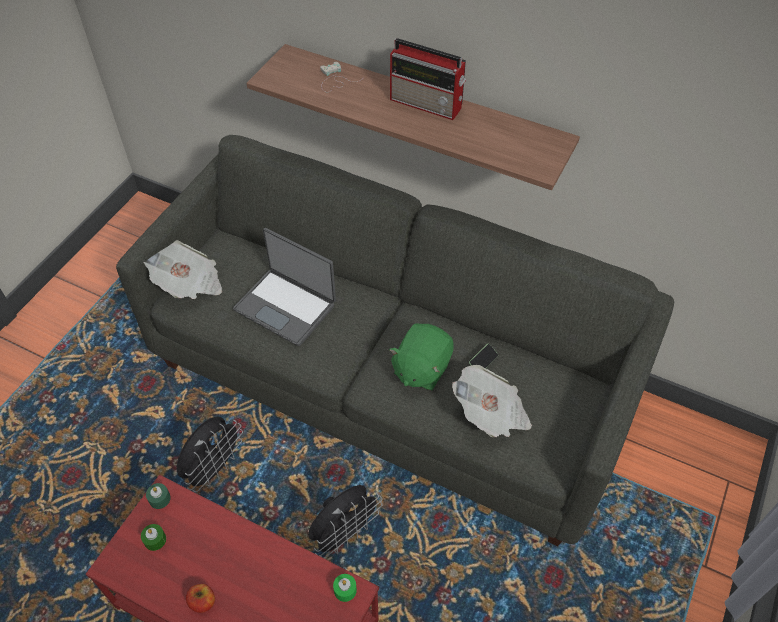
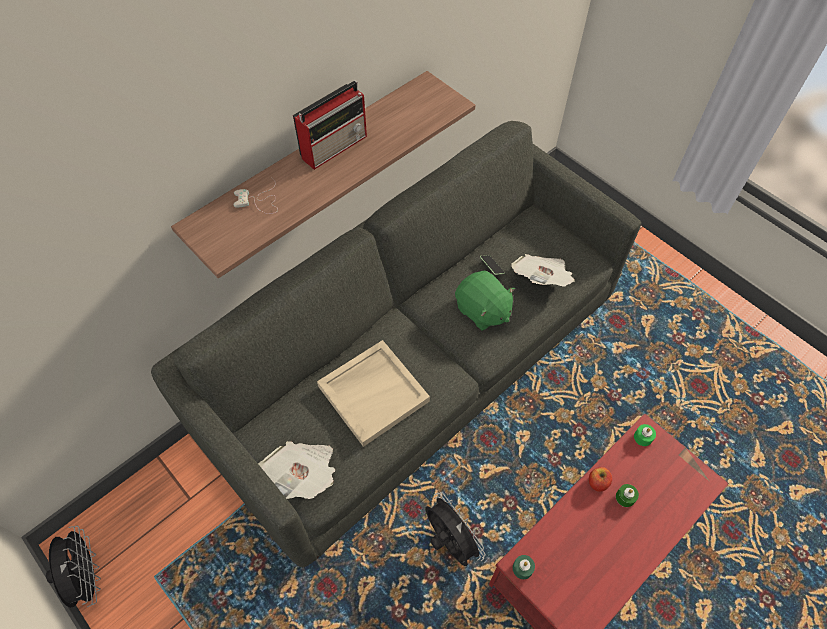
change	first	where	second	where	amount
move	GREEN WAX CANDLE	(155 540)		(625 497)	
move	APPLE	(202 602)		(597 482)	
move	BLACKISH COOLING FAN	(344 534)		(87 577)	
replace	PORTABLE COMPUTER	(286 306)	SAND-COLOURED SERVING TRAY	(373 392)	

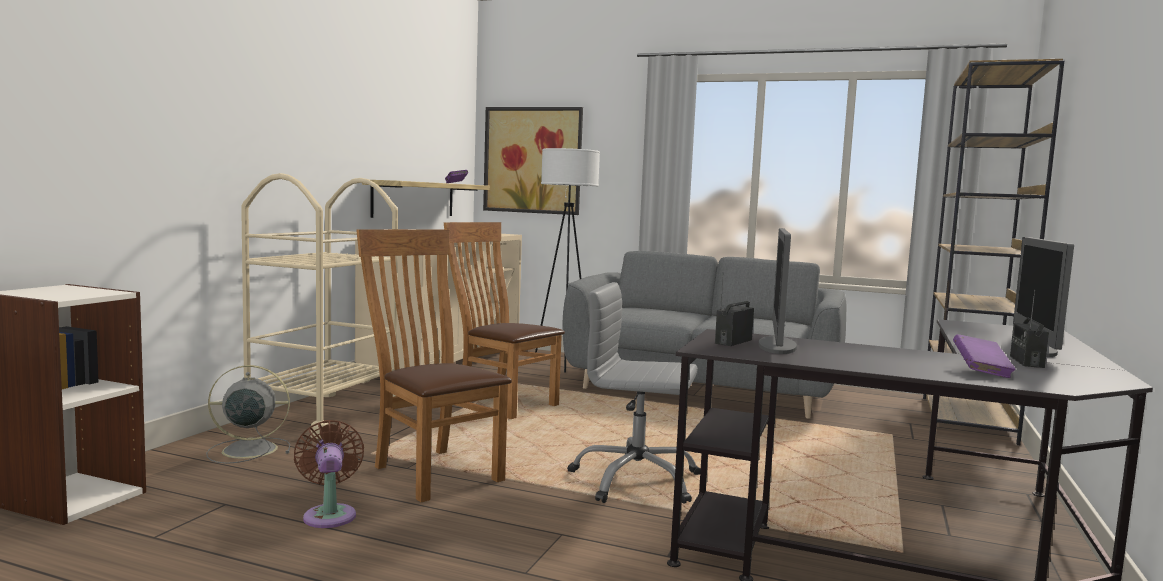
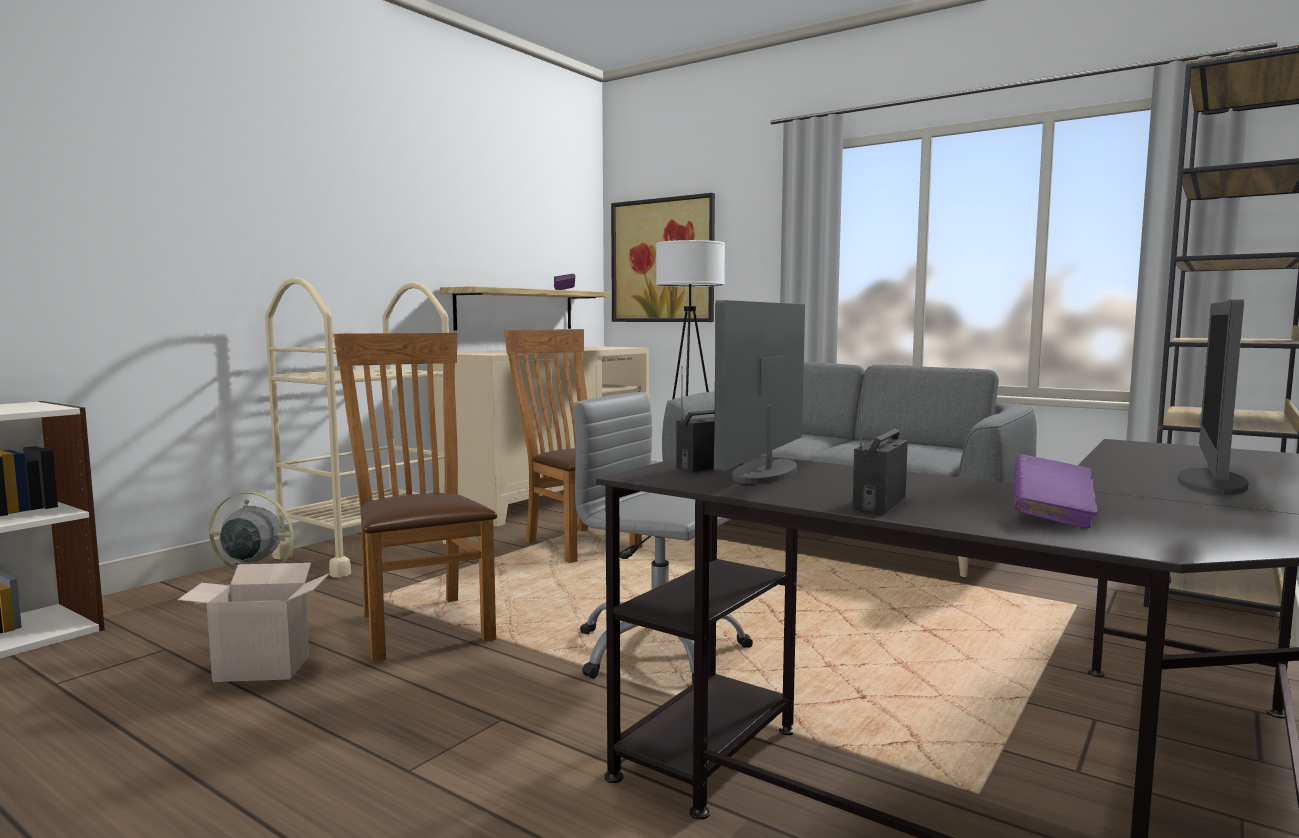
change	first	where	second	where	amount
move	RADIO RECEIVER	(1026 362)		(879 503)	
replace	BROWN COOLING FAN	(330 514)	PACKING BOX	(258 670)	

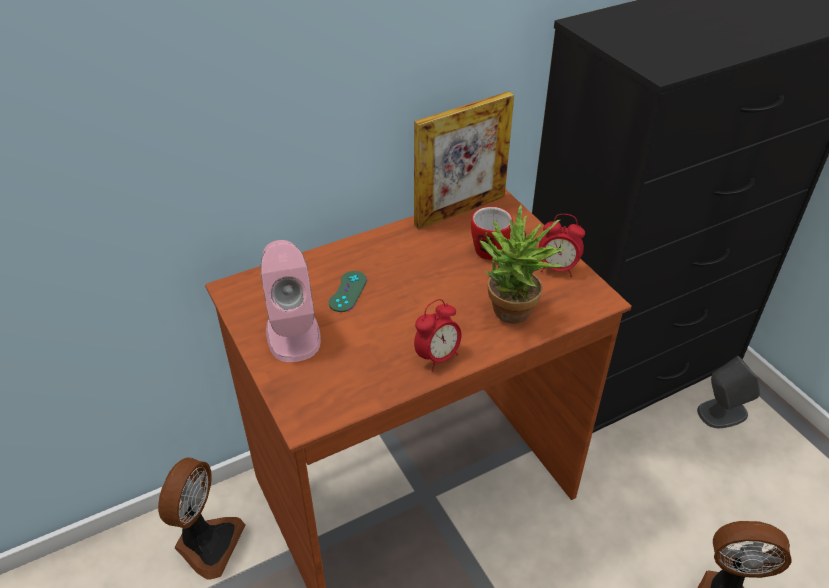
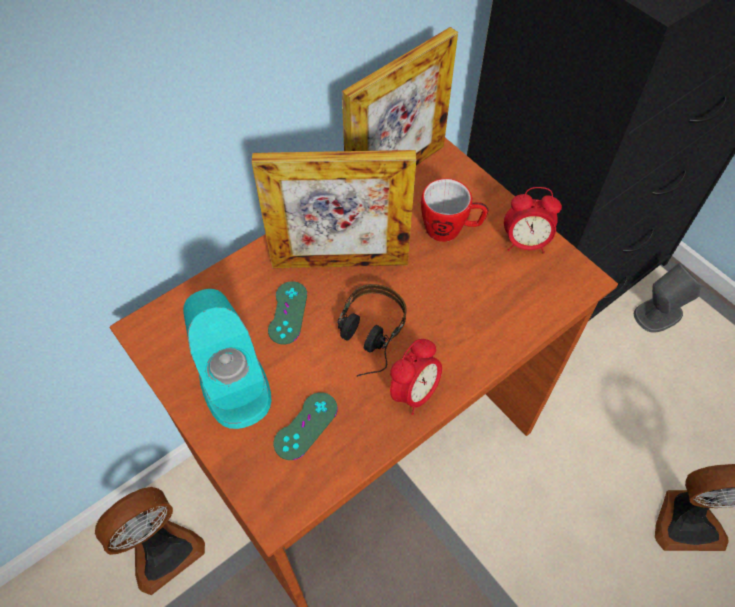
change	first	where	second	where	amount
delete	PLANT IN A POT	(512 316)			
insert			PHOTO FRAME	(340 262)	
insert			GREEN GAMEPAD	(306 426)	
insert			HEADPHONES	(367 340)	
recolor	PINK-COLOURED LOUDSPEAKER	(293 333)	TURQUOISE-COLOURED LOUDSPEAKER	(234 384)	
rotate	COOLING FAN	(207 543)		(162 549)	45 degrees clockwise

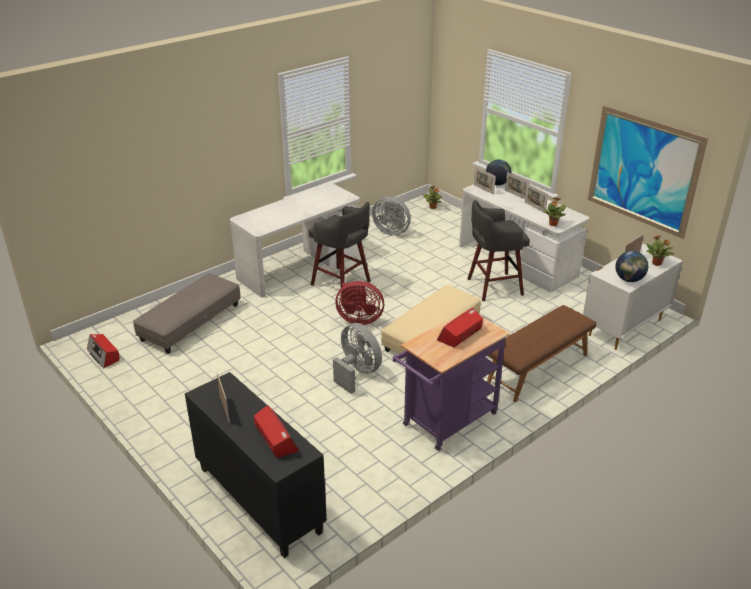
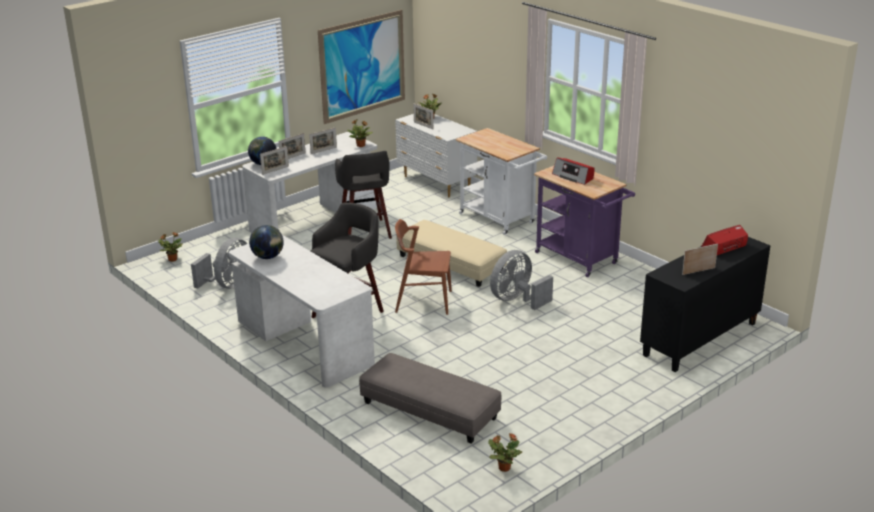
change	first	where	second	where	amount
move	DESK GLOBE	(628 280)		(268 257)	
replace	RADIO RECEIVER	(104 355)	PLANT IN A POT	(504 468)	
replace	REDDISH COOLING FAN	(359 319)	BROWN PLAIN CHAIR	(423 301)	
replace	BROWN LONG SEAT	(538 369)	WHITE-COLOURED WHEELED CART	(500 220)	

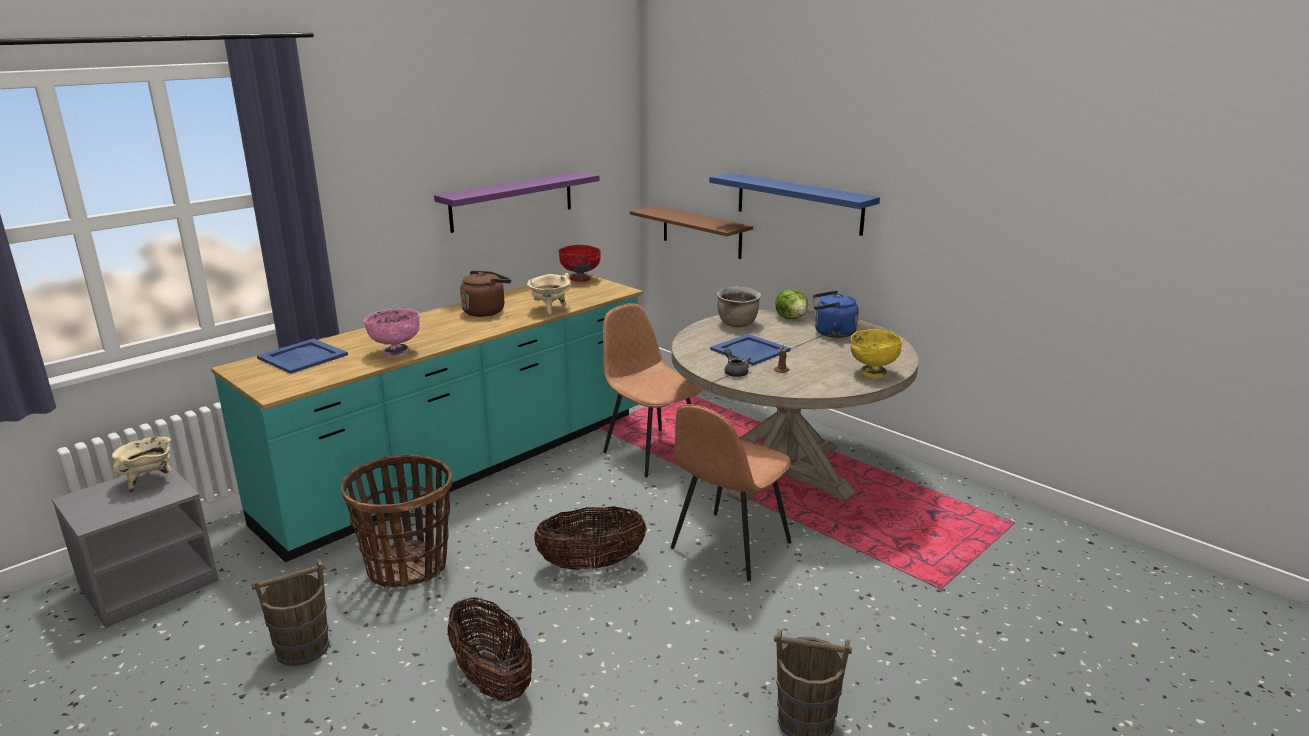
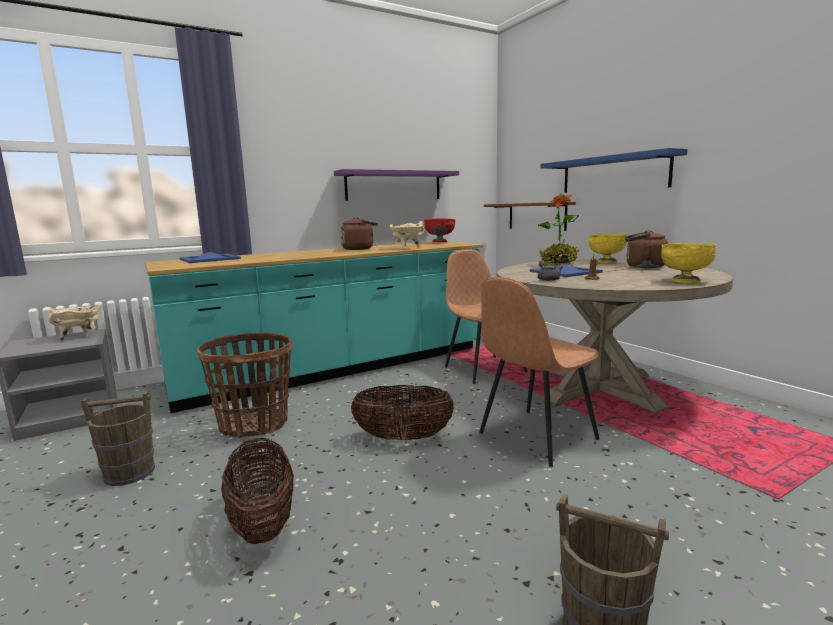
change	first	where	second	where	amount
delete	PINK-COLOURED DEEP DISH	(396 352)			
replace	BROWN COOKING POT	(738 324)	PLANT IN A POT	(558 264)	
replace	LETTUCE	(791 318)	YELLOW-COLOURED DEEP DISH	(606 262)	
recolor	BLUE-COLOURED KETTLE	(831 333)	BROWN KETTLE	(642 267)	

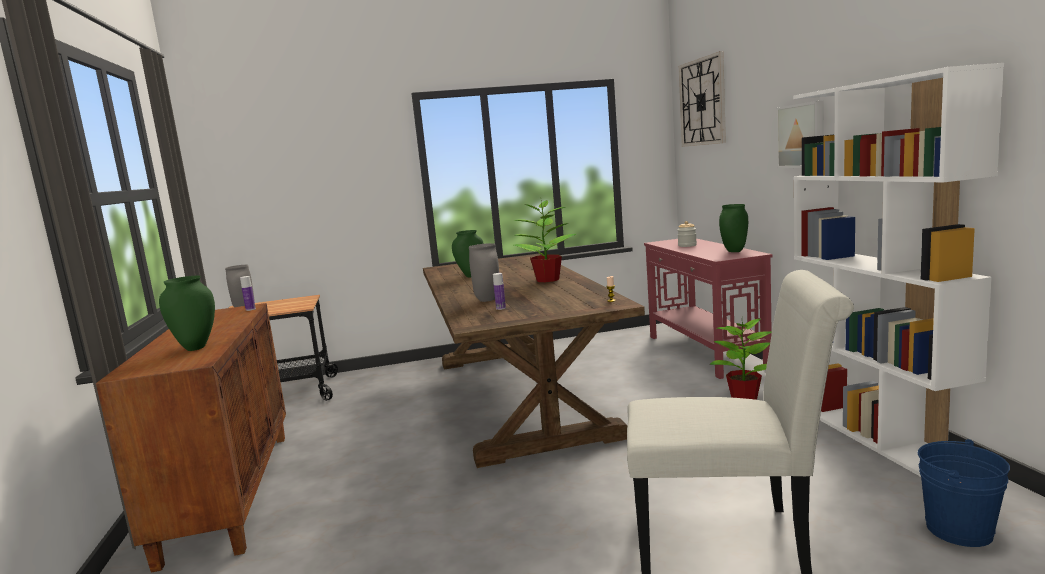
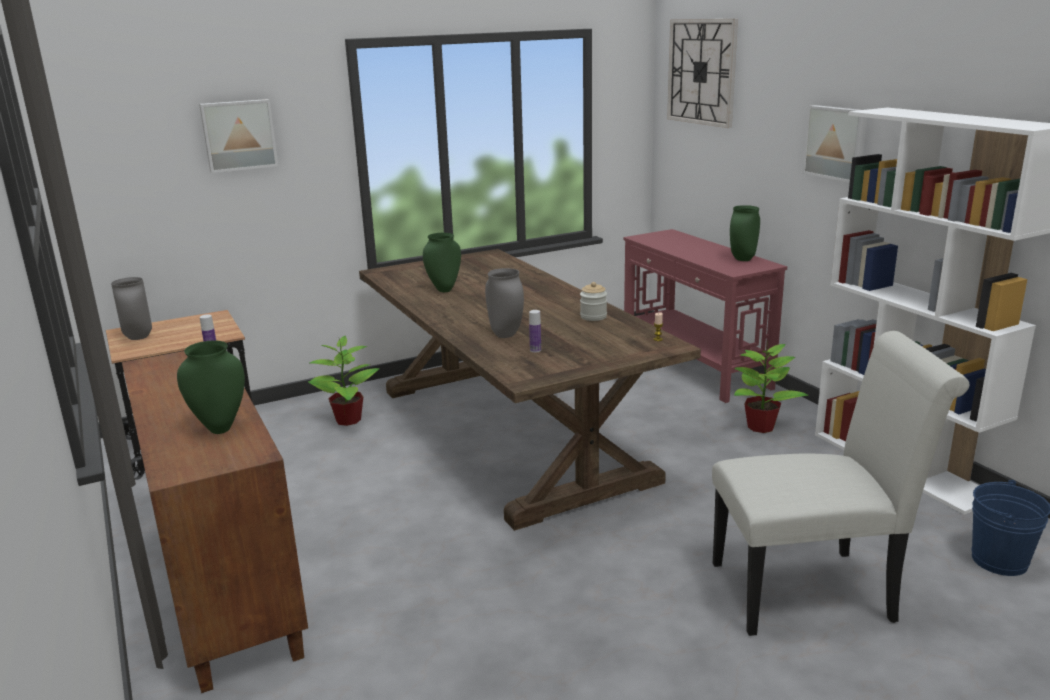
change	first	where	second	where	amount
insert			WALL PICTURE	(239 135)	
move	PLANT IN A POT	(547 280)		(347 420)	
move	JAR	(687 245)		(593 317)	

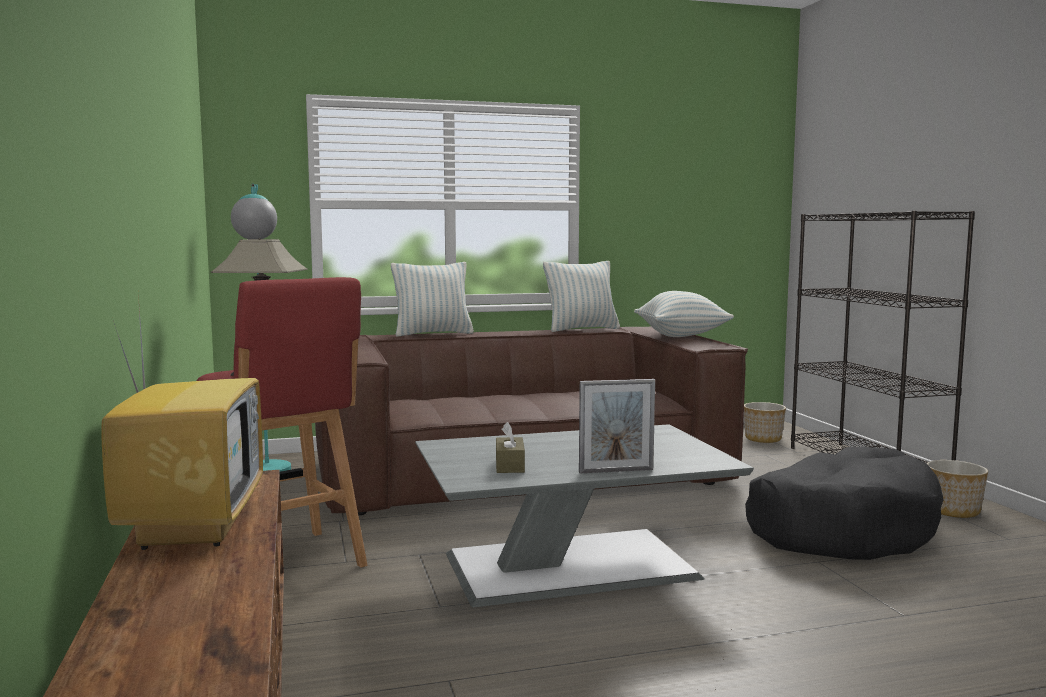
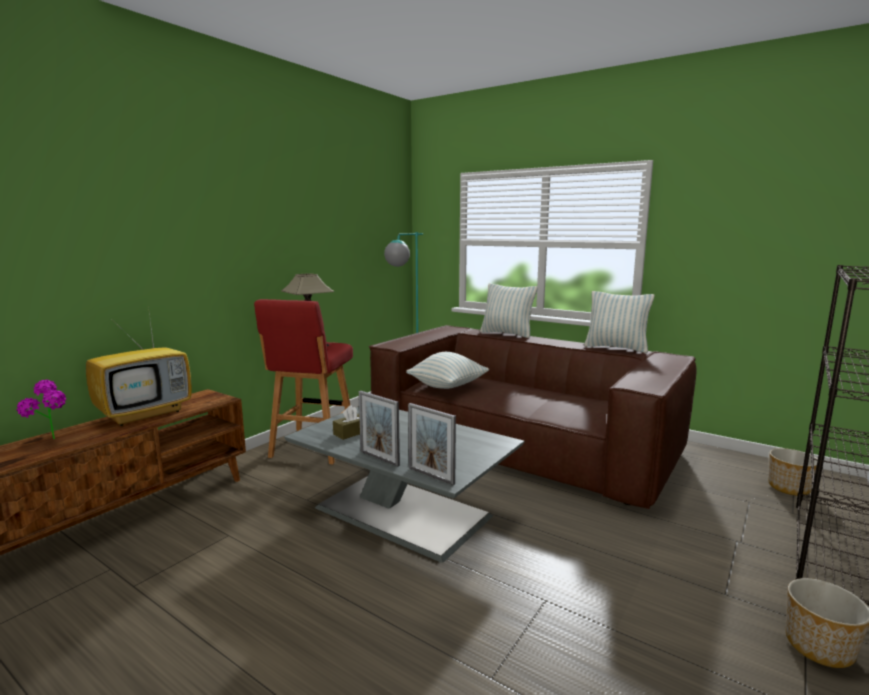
change	first	where	second	where	amount
delete	BLACKISH DOG CUSHION	(841 528)			
insert			PLANT IN A POT	(51 441)	
insert			PHOTO FRAME	(431 476)	
move	THROW PILLOW	(681 336)		(447 387)	

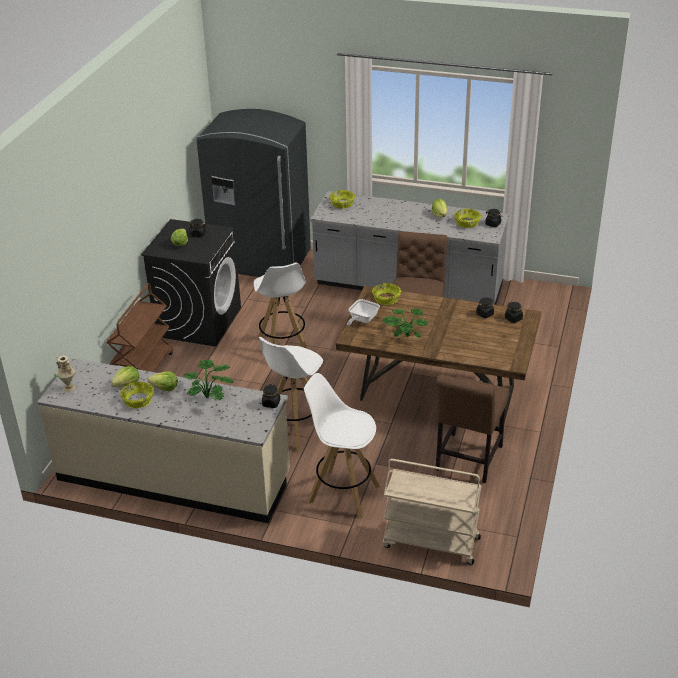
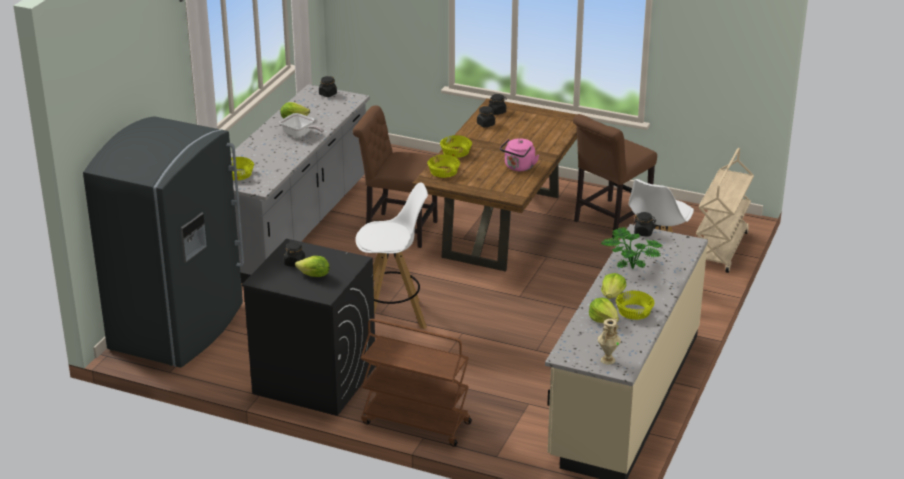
change	first	where	second	where	amount
delete	WHITE-COLOURED STOOL	(295 428)			
move	SKILLET	(362 320)		(300 134)	
move	YELLOW-COLOURED DEEP DISH	(466 223)		(455 152)	
replace	PLANT IN A POT	(404 337)	PINK-COLOURED KETTLE	(518 167)	
rotate	BROWN PLAIN CHAIR	(467 460)		(609 221)	105 degrees clockwise

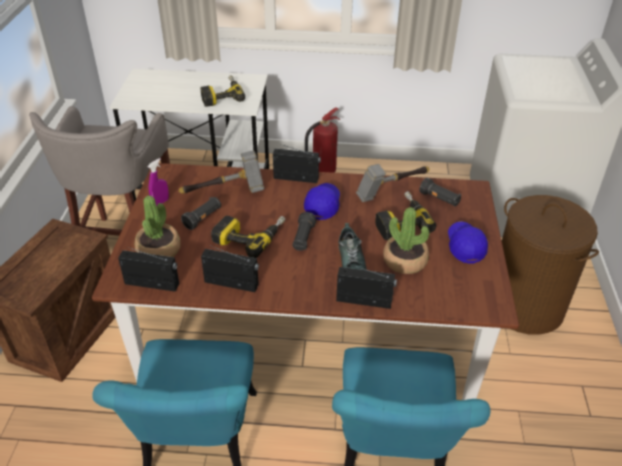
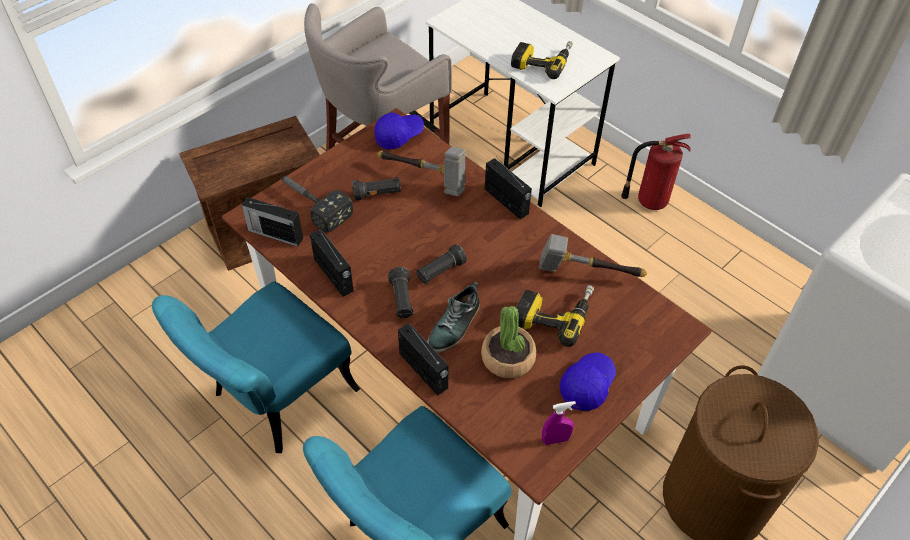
change	first	where	second	where	amount
delete	DRILL	(250 236)			
move	PURPLISH SPRAYER	(160 202)		(555 439)	
move	BLUE-COLOURED PEAKED CAP	(322 205)		(398 135)	
move	BLACKISH HAND TORCH	(439 199)		(401 300)	
replace	PLANT IN A POT	(159 250)	TOOL HAMMER	(311 204)	
rotate	RADIO RECEIVER	(153 284)		(274 234)	150 degrees clockwise

